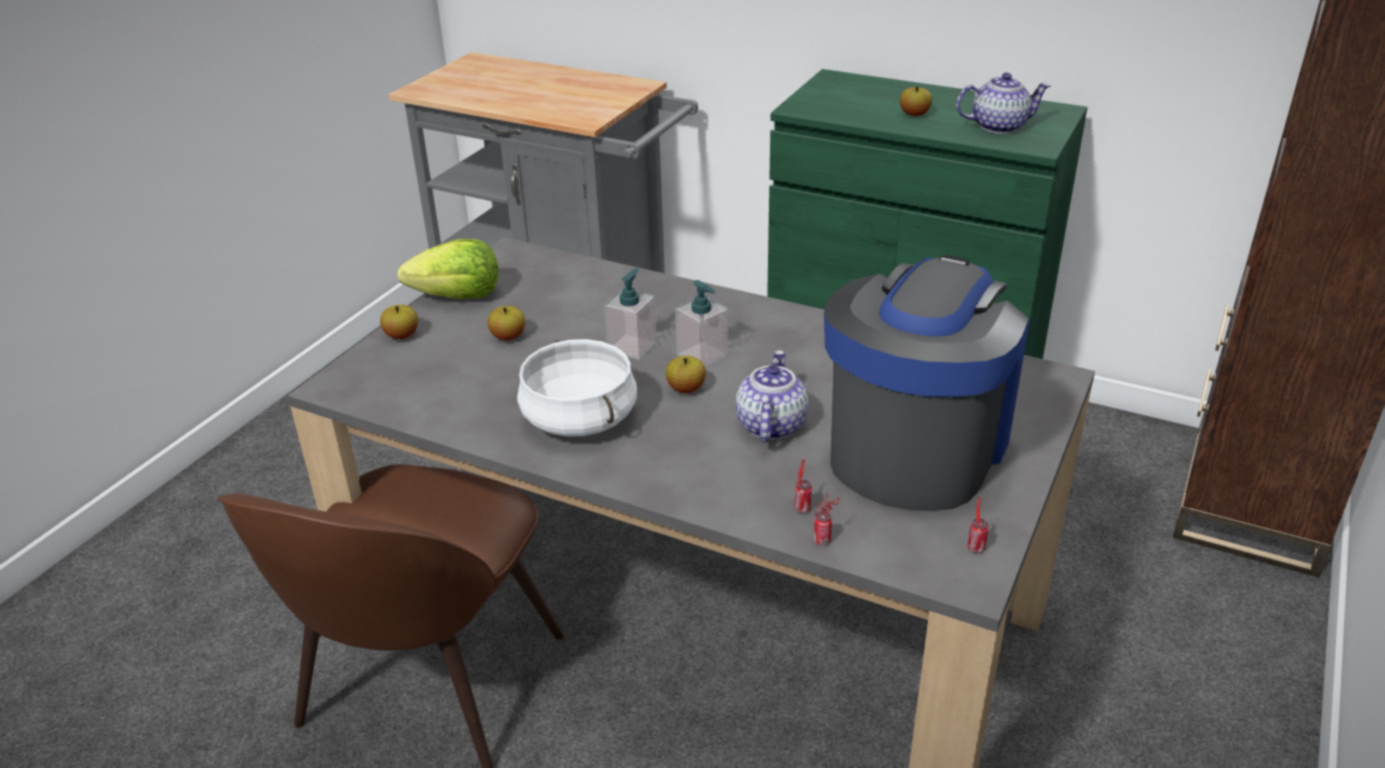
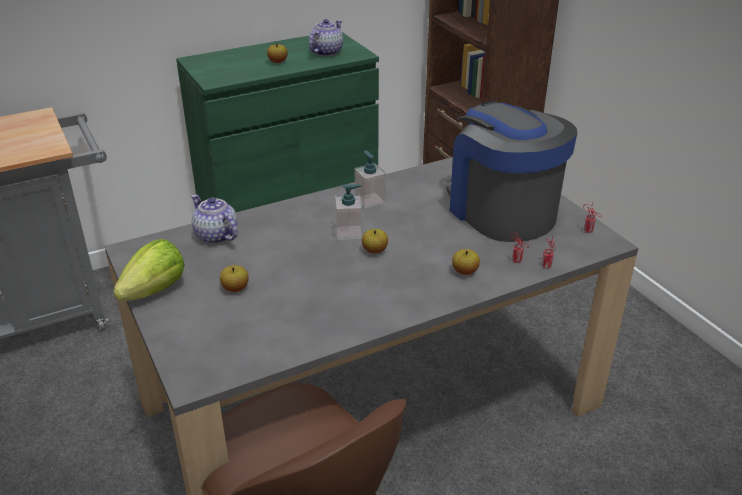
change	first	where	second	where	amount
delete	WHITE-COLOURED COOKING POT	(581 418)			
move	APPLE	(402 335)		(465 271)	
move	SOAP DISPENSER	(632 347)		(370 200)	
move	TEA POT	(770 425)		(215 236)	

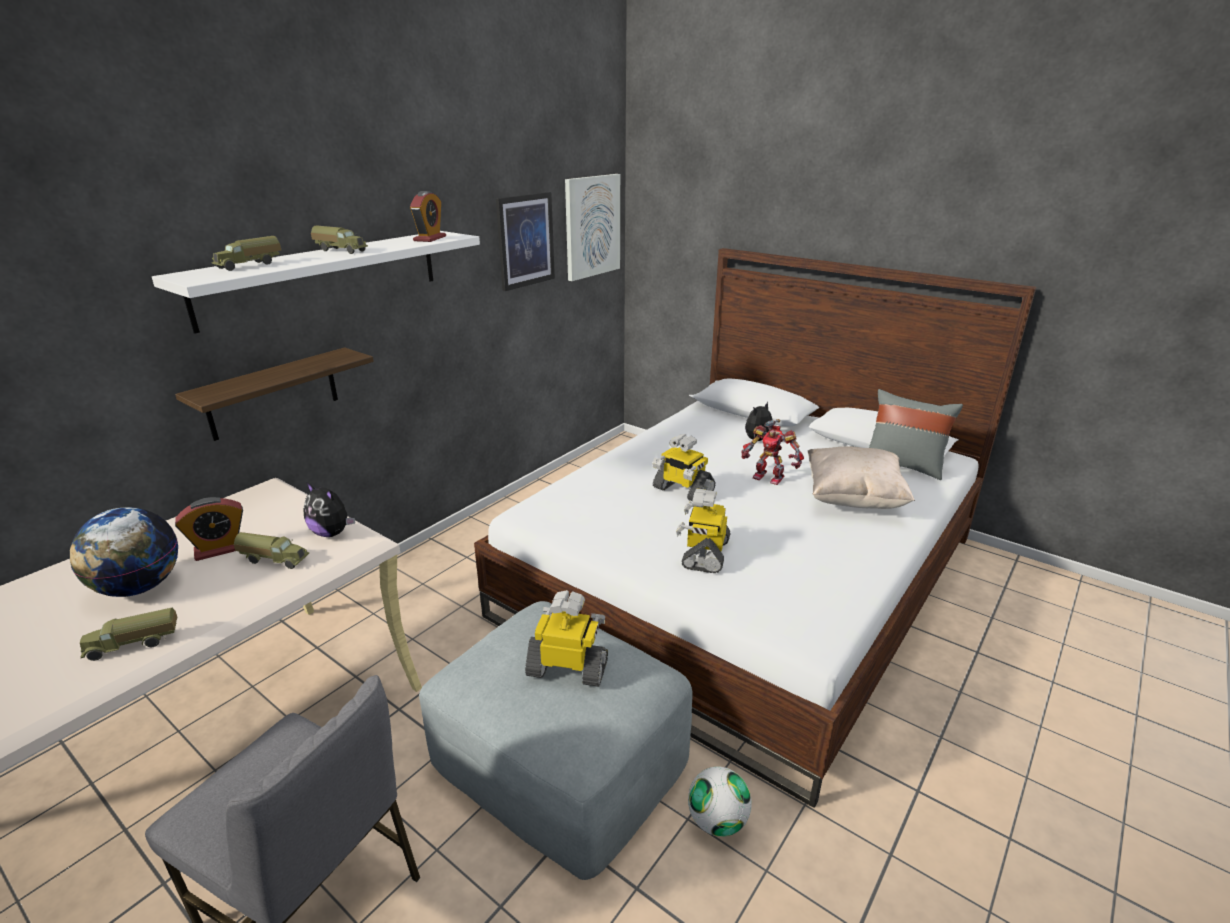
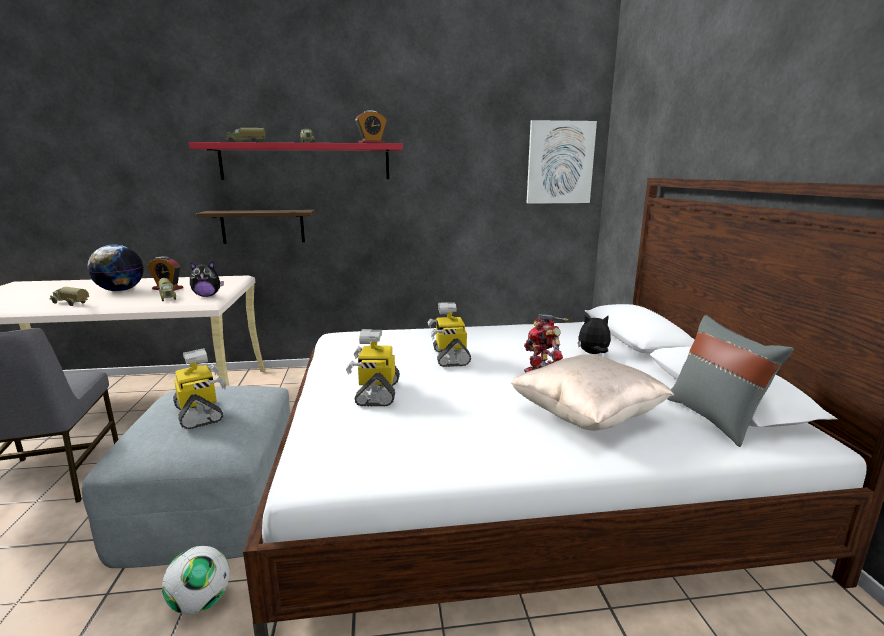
change	first	where	second	where	amount
delete	WALL PICTURE	(525 240)			
recolor	WHITE-COLOURED SHELF	(324 277)	REDDISH SHELF	(305 162)	
rotate	CUDDLY TOY	(332 533)		(207 296)	90 degrees counterclockwise
rotate	TOY ROBOT	(704 553)		(377 393)	60 degrees counterclockwise

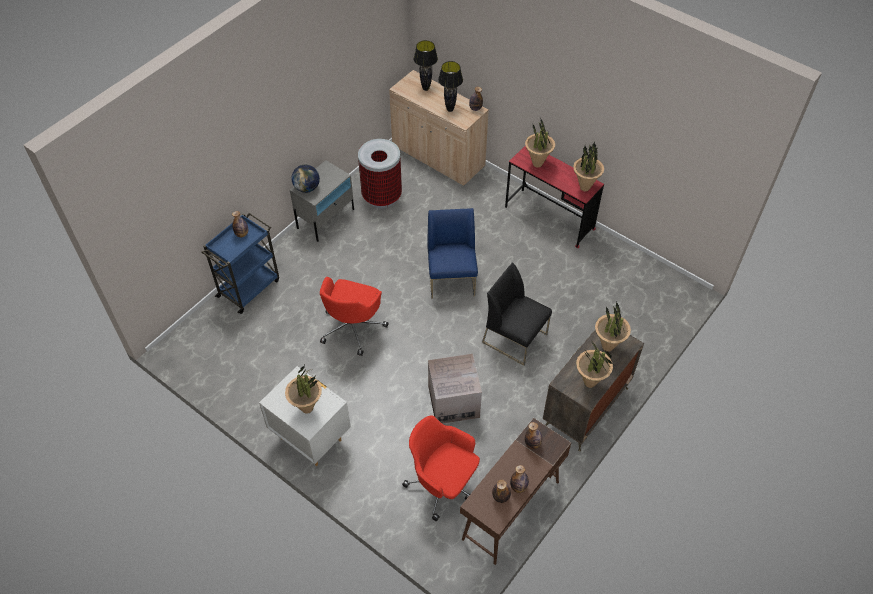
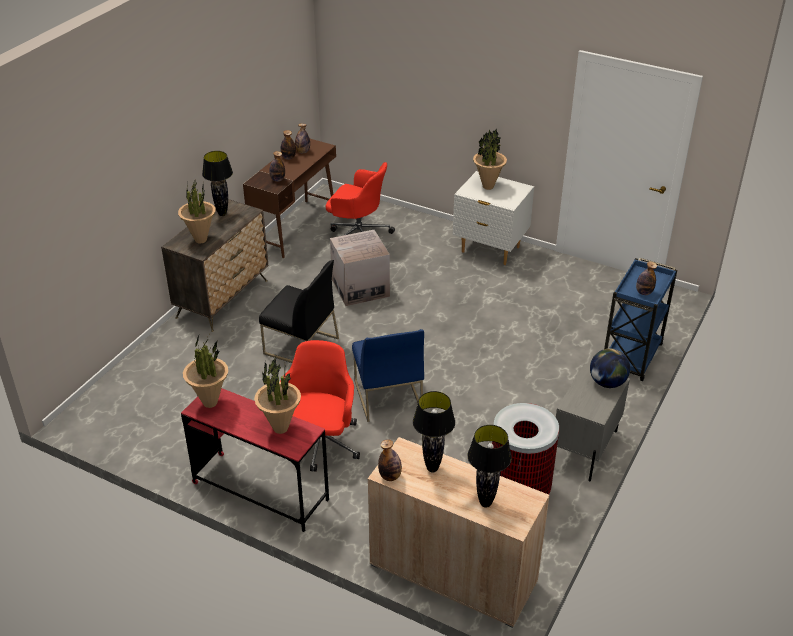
change	first	where	second	where	amount
move	REDDISH COMPUTER CHAIR	(353 327)		(319 445)	
replace	PLANT IN A POT	(590 383)	BLACKISH LAMP FOR A TABLE	(222 214)	

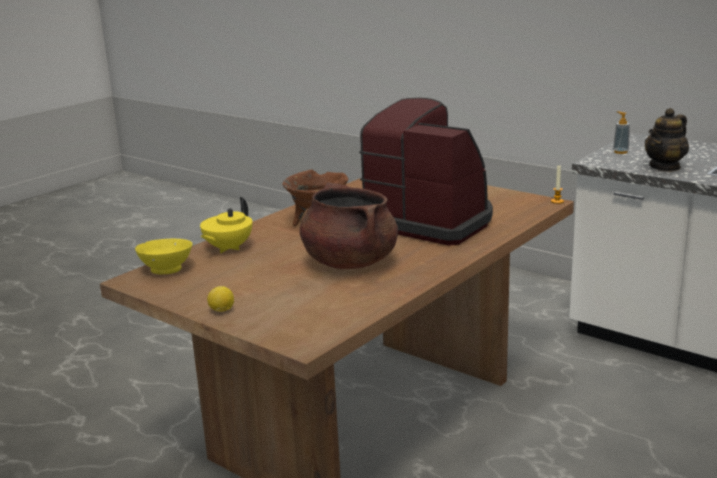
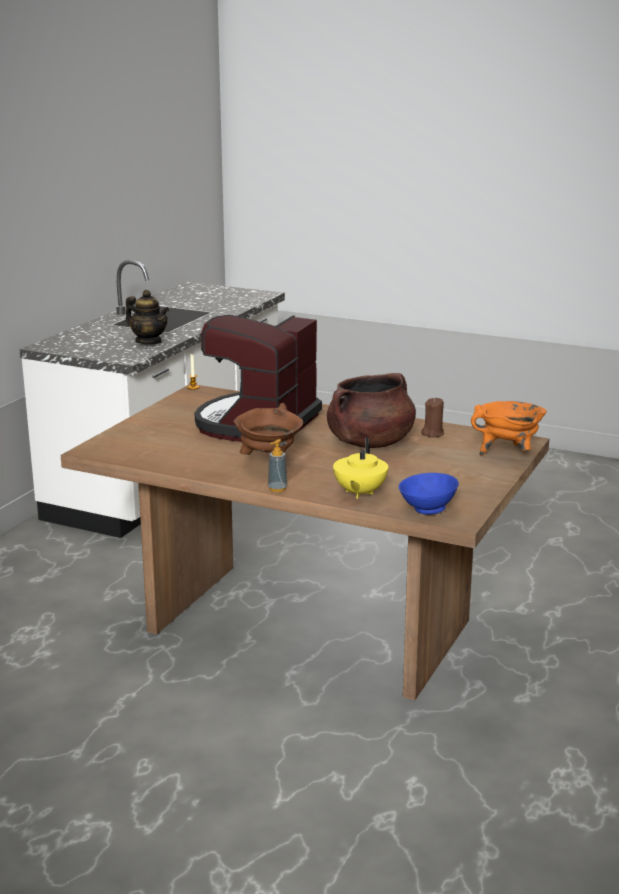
change	first	where	second	where	amount
delete	LEMON	(222 311)			
insert			BROWN WAX CANDLE	(433 433)	
insert			ORANGEY COOKING POT	(508 453)	
move	SOAP DISPENSER	(620 152)		(277 488)	
recolor	YELLOW-COLOURED DEEP DISH	(167 270)	BLUE-COLOURED DEEP DISH	(427 509)	
rotate	YELLOW-COLOURED TEA POT	(227 248)		(359 493)	90 degrees clockwise

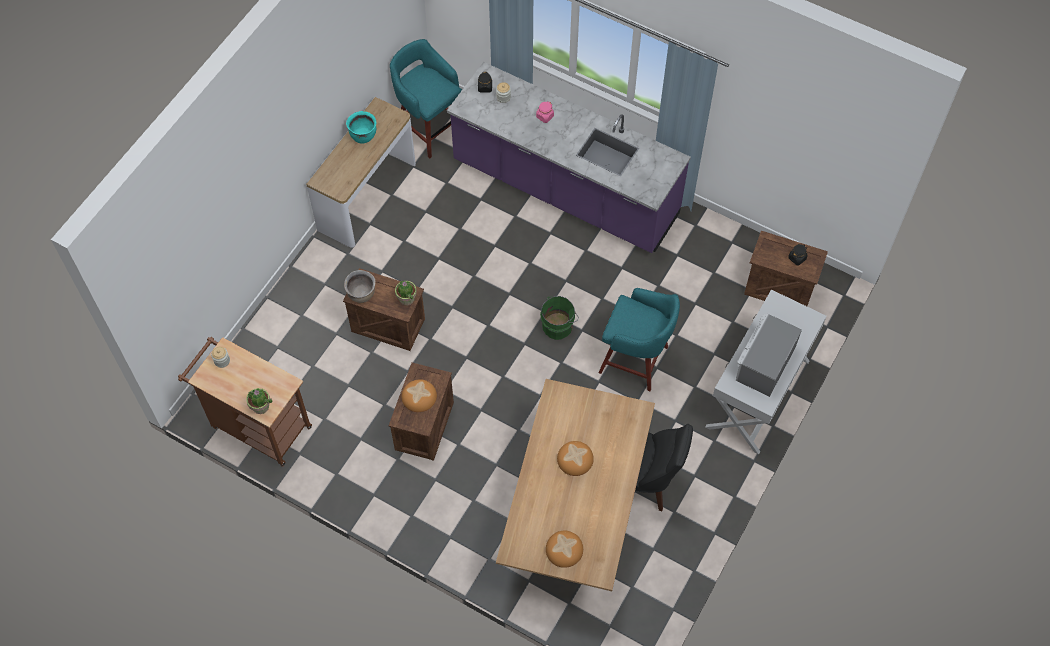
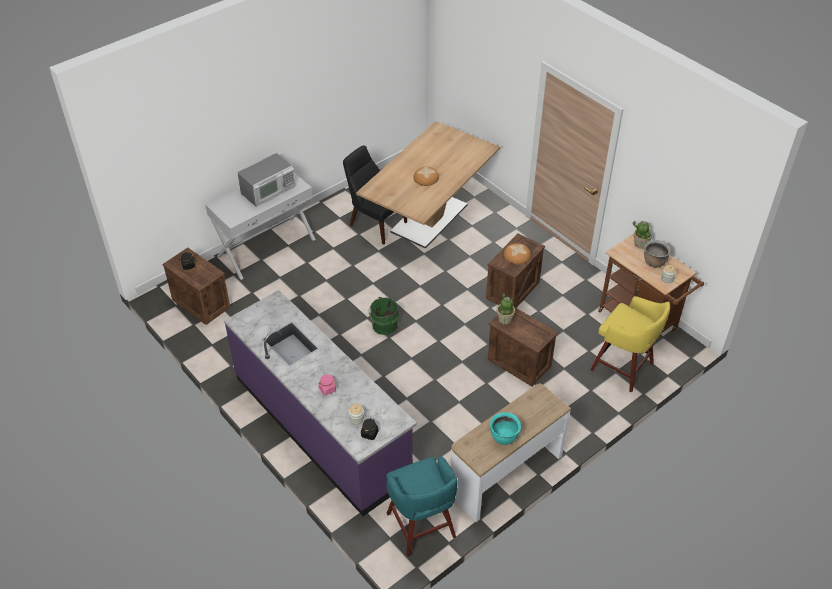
change	first	where	second	where	amount
delete	BAKERY BREAD	(564 550)			
delete	TURQUOISE-COLOURED STOOL	(636 360)			
insert			YELLOW-COLOURED STOOL	(623 368)	
move	BROWN COOKING POT	(362 294)		(654 262)	

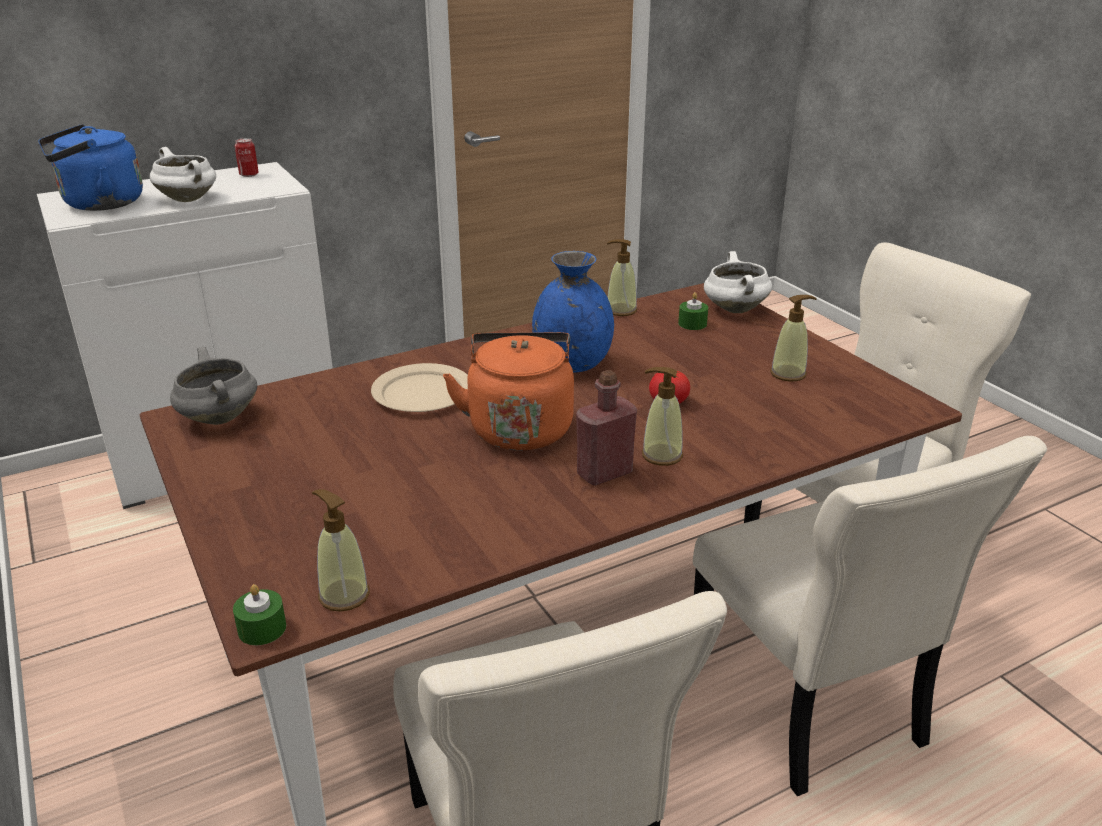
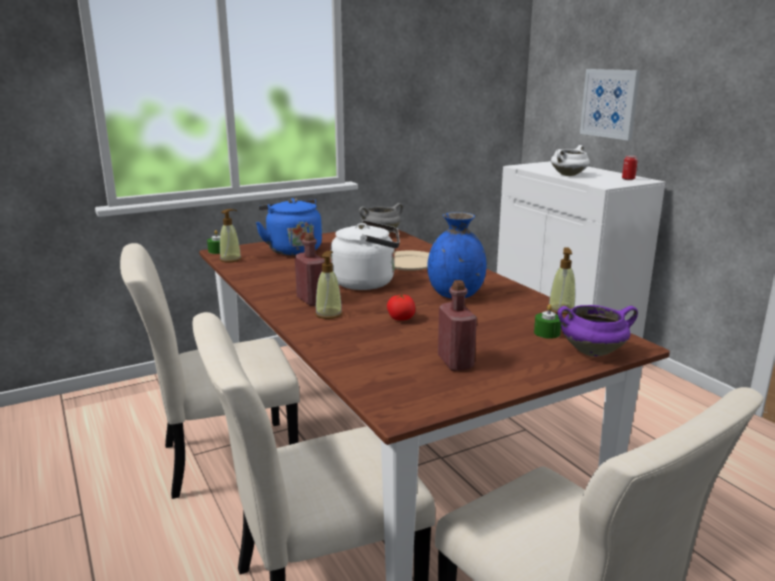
change	first	where	second	where	amount
insert			WALL PICTURE	(610 103)	
move	BLUE-COLOURED KETTLE	(98 204)		(292 249)	
replace	SOAP DISPENSER	(788 374)	REDDISH BOTTLE	(455 362)	
recolor	ORANGEY KETTLE	(519 427)	WHITE-COLOURED KETTLE	(368 283)	
recolor	WHITE-COLOURED COOKING POT	(734 309)	PURPLISH COOKING POT	(593 351)	

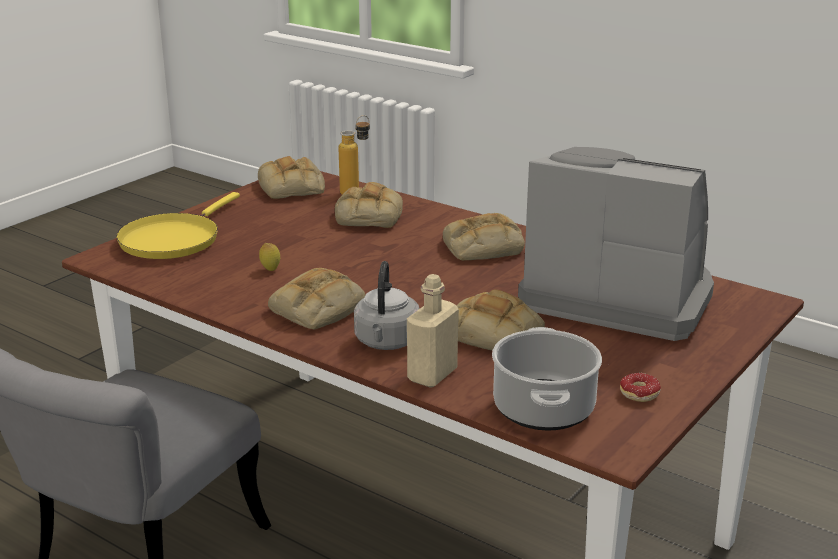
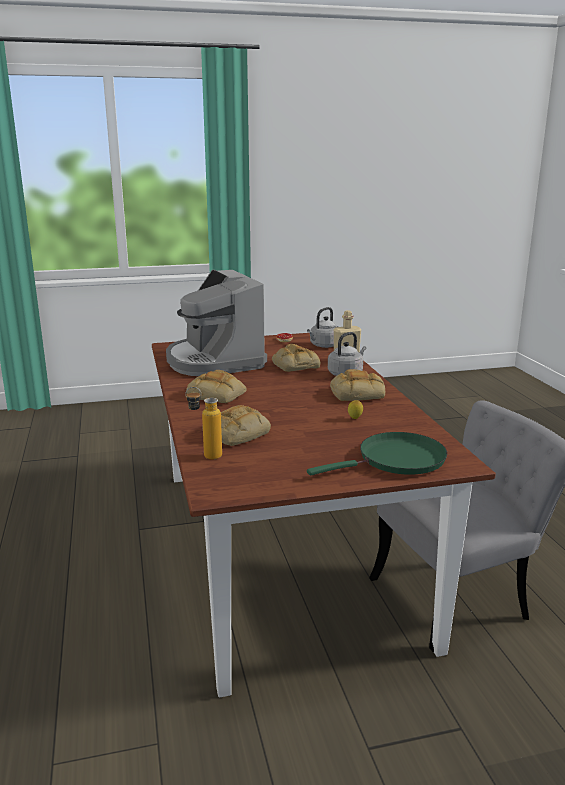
change	first	where	second	where	amount
delete	BAKERY BREAD	(292 188)			
replace	COOKING POT	(542 408)	GREYISH KETTLE	(324 346)	
recolor	YELLOW-COLOURED SKILLET	(173 239)	GREEN SKILLET	(396 460)	

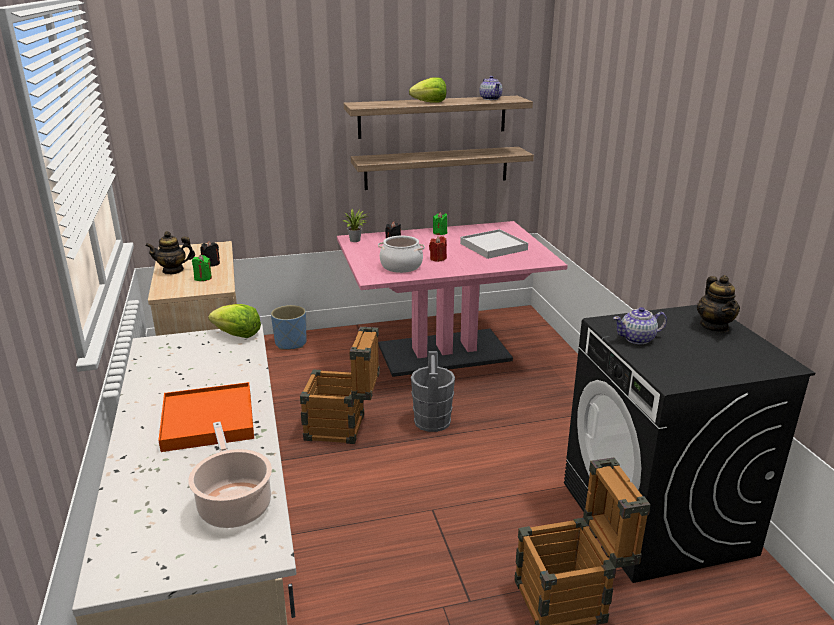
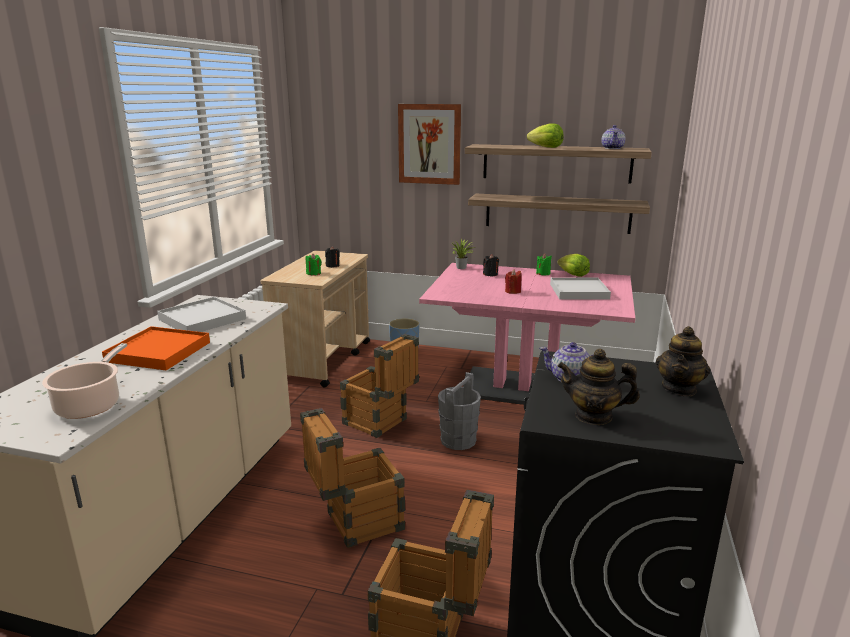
change	first	where	second	where	amount
delete	COOKING POT	(401 266)			
insert			WHITE-COLOURED SERVING TRAY	(202 319)	
insert			PACKING CRATE	(355 523)	
insert			WALL PICTURE	(429 144)	
move	TEA POT	(173 270)		(593 416)	
move	LETTUCE	(237 335)		(573 275)	

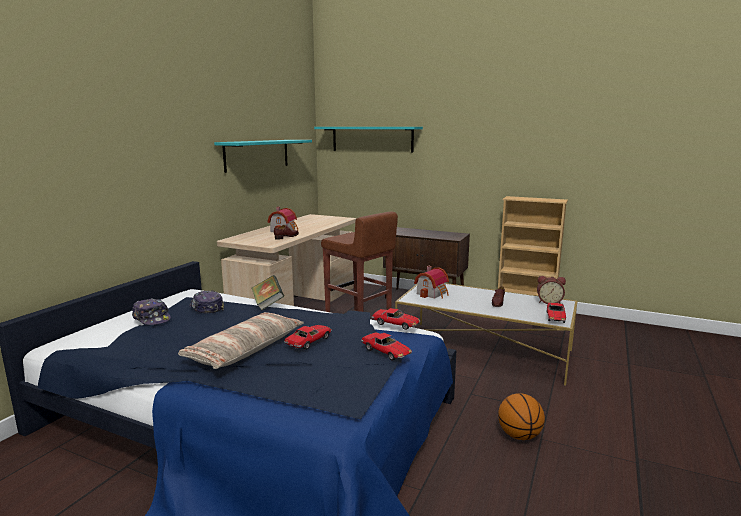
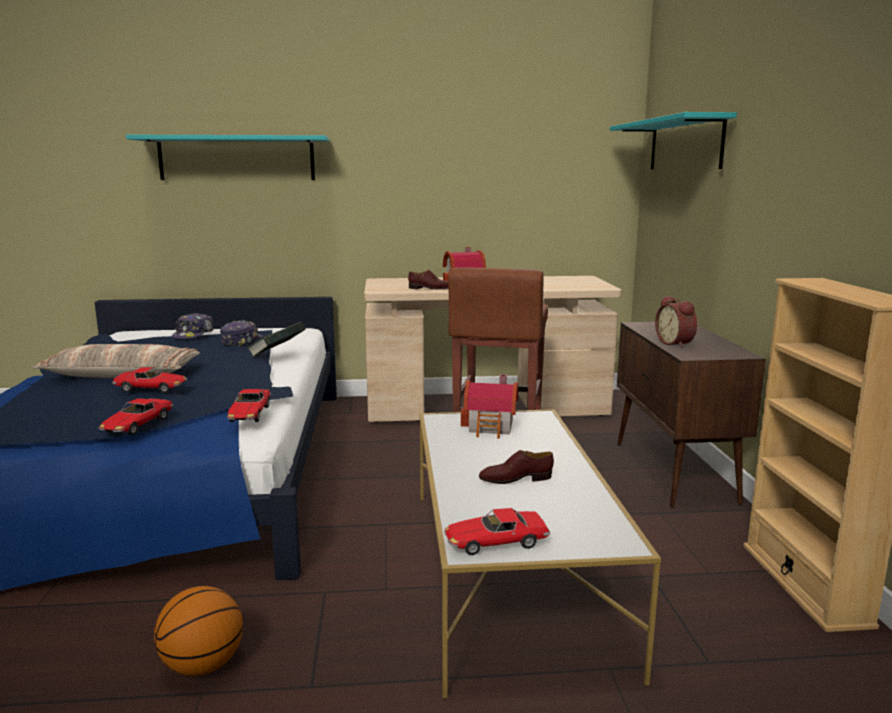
change	first	where	second	where	amount
move	TURQUOISE-COLOURED SHELF	(257 154)		(237 158)	
move	ALARM CLOCK	(549 302)		(676 343)	

